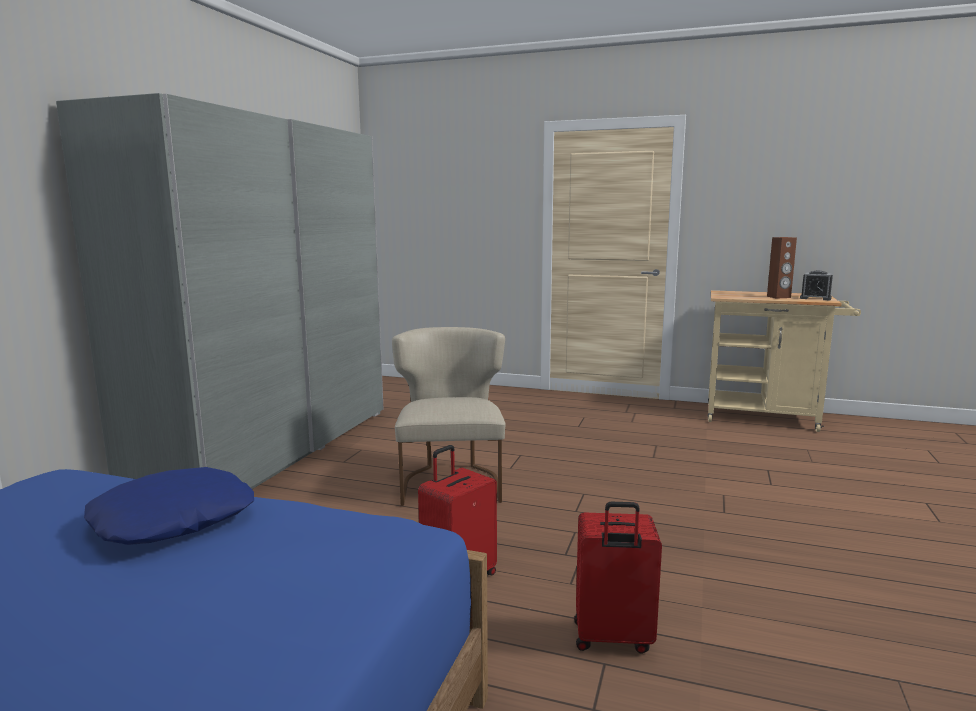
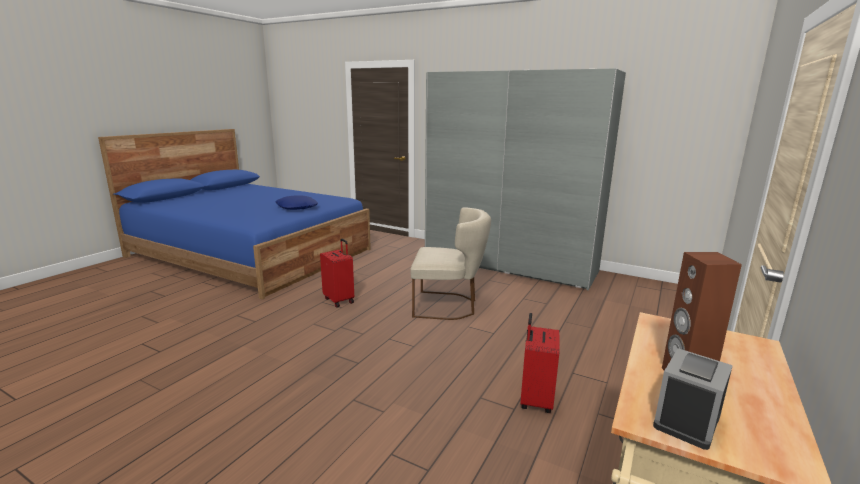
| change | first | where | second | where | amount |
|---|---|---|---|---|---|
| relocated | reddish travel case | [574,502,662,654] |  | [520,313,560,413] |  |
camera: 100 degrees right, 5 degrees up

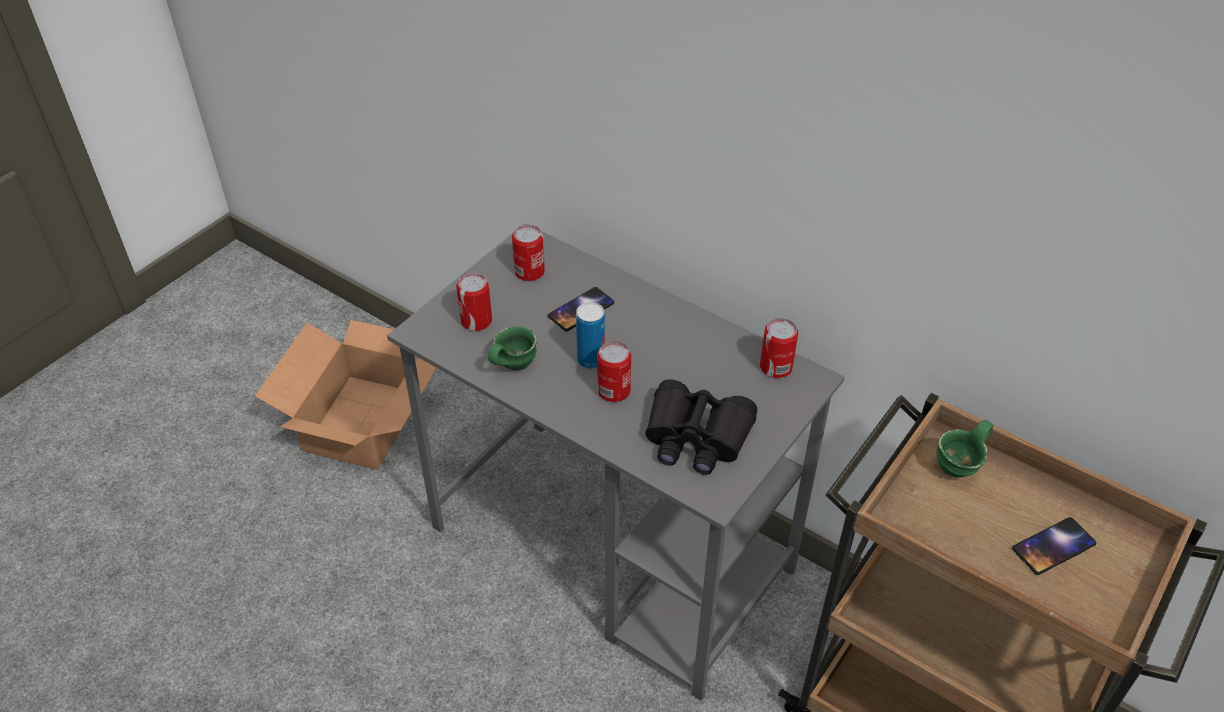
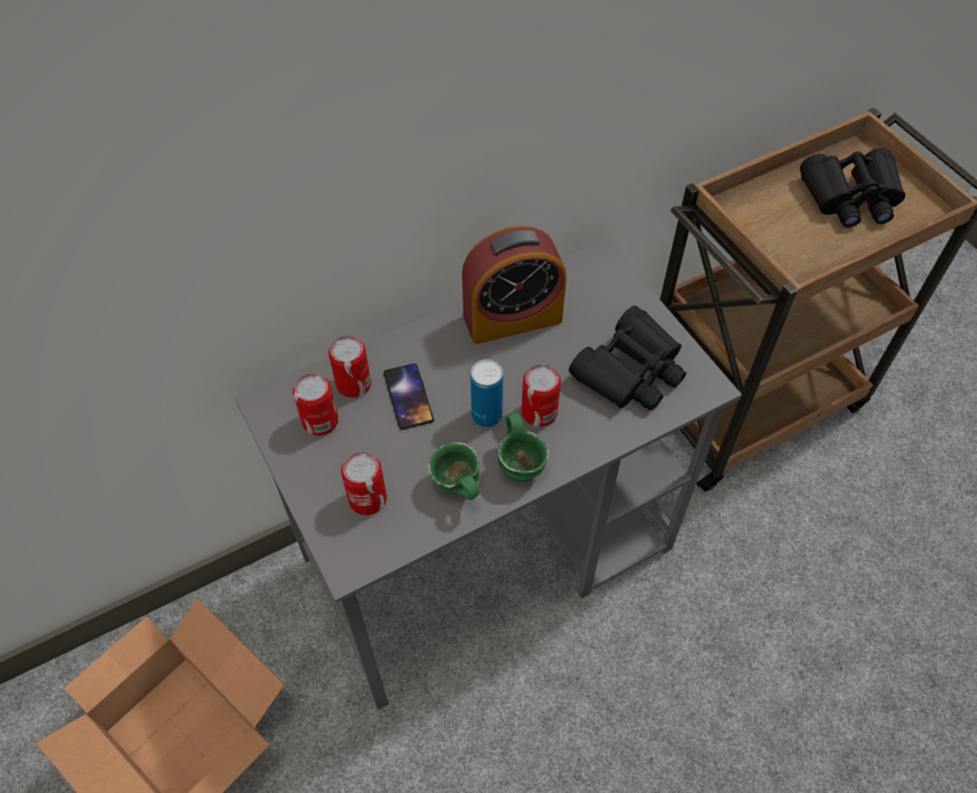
| change | first | where | second | where | amount |
|---|---|---|---|---|---|
| relocated | can | [760,318,798,378] |  | [329,336,371,398] |  |
| appeared |  |  | alarm clock | [462,226,567,344] |  |
| relocated | greenish coffee mug | [937,420,993,478] |  | [498,412,549,482] |  |
| exchanged | handset | [1012,517,1096,575] | black field glasses | [800,148,905,228] |  |
camera: 65 degrees left, 10 degrees up

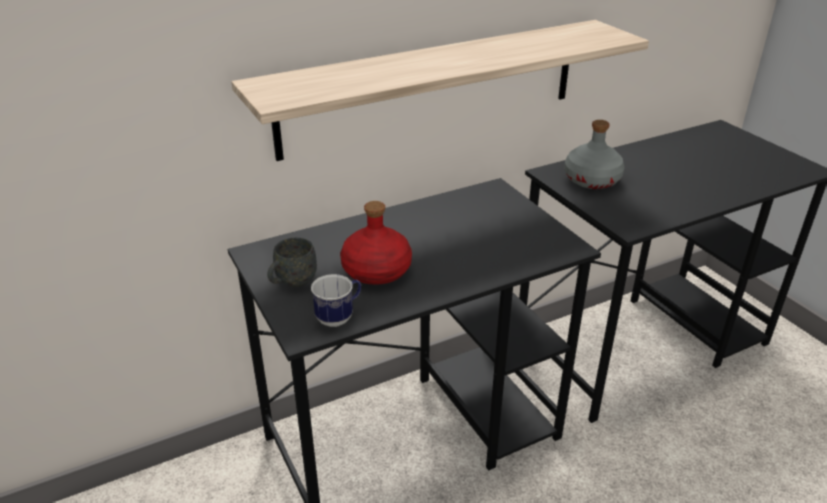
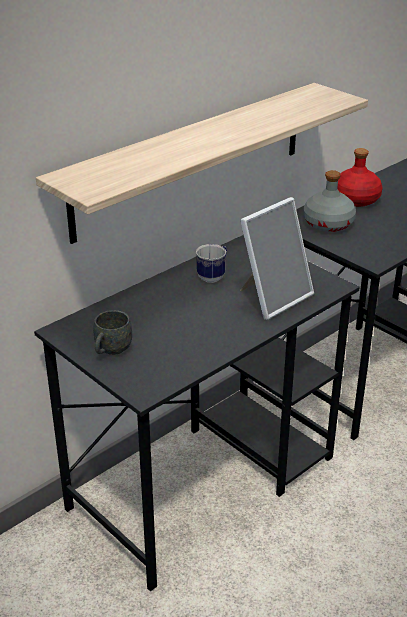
| change | first | where | second | where | amount |
|---|---|---|---|---|---|
| relocated | coffee mug | [311,274,361,327] |  | [196,244,227,283] |  |
| appeared |  |  | picture frame | [240,197,314,320] |  |
| relocated | reddish bottle | [341,201,412,285] |  | [337,148,383,207] |  |
camera: 15 degrees left, 0 degrees up

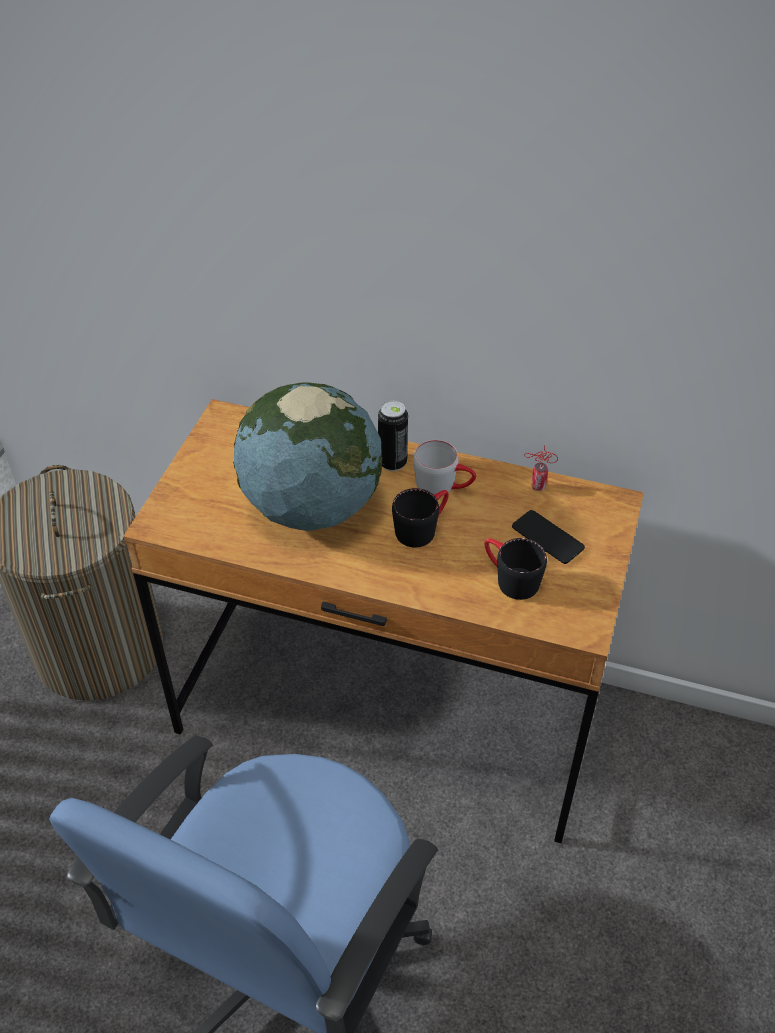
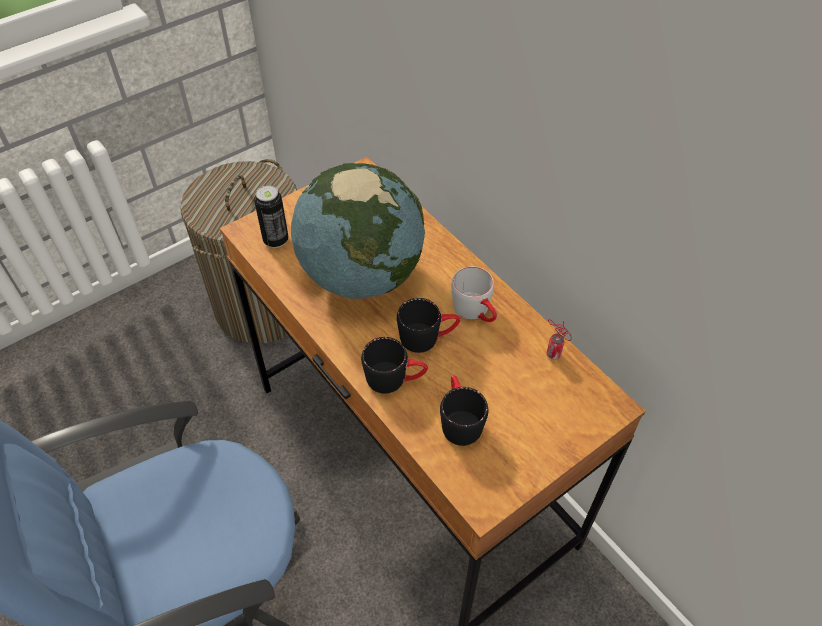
| change | first | where | second | where | amount |
|---|---|---|---|---|---|
| relocated | can | [378,401,408,471] |  | [254,185,288,248] |  |
| appeared |  |  | black coffee mug | [361,337,428,393] |  |
| missing | handset | [512,510,585,564] |  |  |  |
camera: 35 degrees right, 5 degrees up

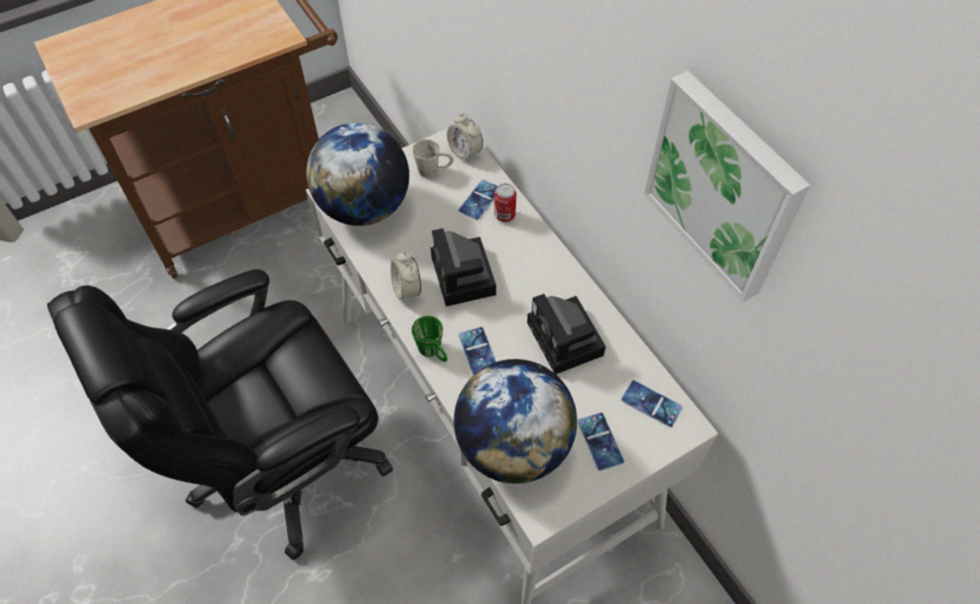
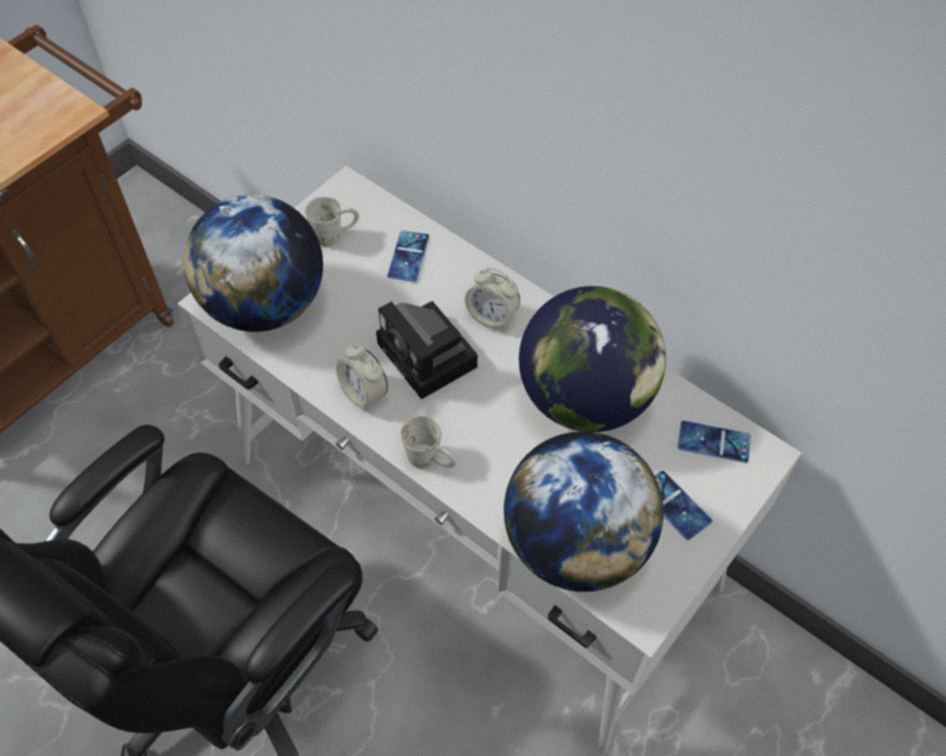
| change | first | where | second | where | amount |
|---|---|---|---|---|---|
| colour | greenish coffee mug | [412,316,447,362] | white-coloured coffee mug | [400,415,456,469] |  |
| relocated | alarm clock | [447,113,483,161] |  | [465,268,520,330] |  |
| exchanged | still camera | [527,294,606,374] | world globe | [519,286,666,432] |  |
| missing | handset | [459,327,496,375] |  |  |  |
| missing | can | [494,183,516,222] |  |  |  |
| missing | wall picture | [644,71,810,302] |  |  |  |
camera: 20 degrees left, 0 degrees up

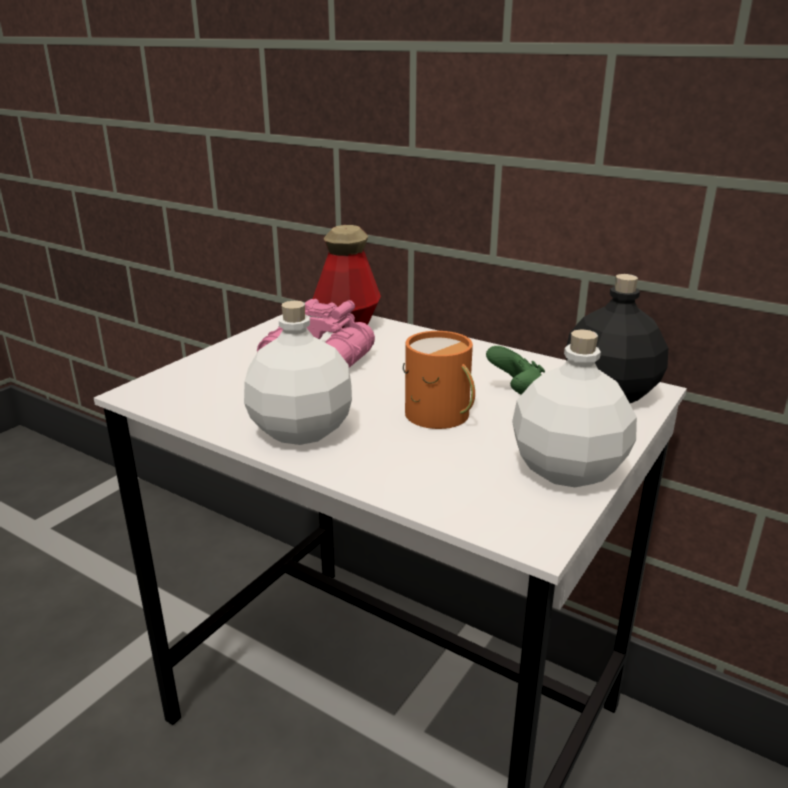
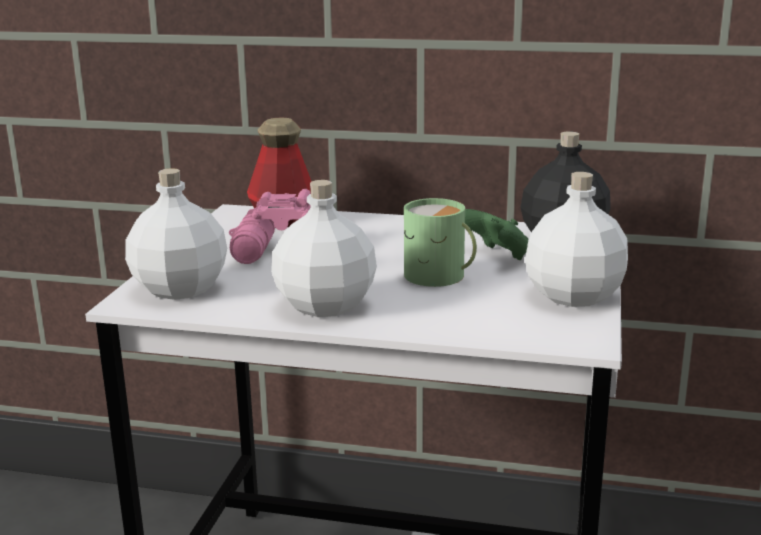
| change | first | where | second | where | amount |
|---|---|---|---|---|---|
| appeared |  |  | white-coloured bottle | [125,168,227,300] |  |
| colour | orange coffee mug | [403,331,475,429] | greenish coffee mug | [404,198,477,287] |  |
camera: 20 degrees left, 5 degrees down

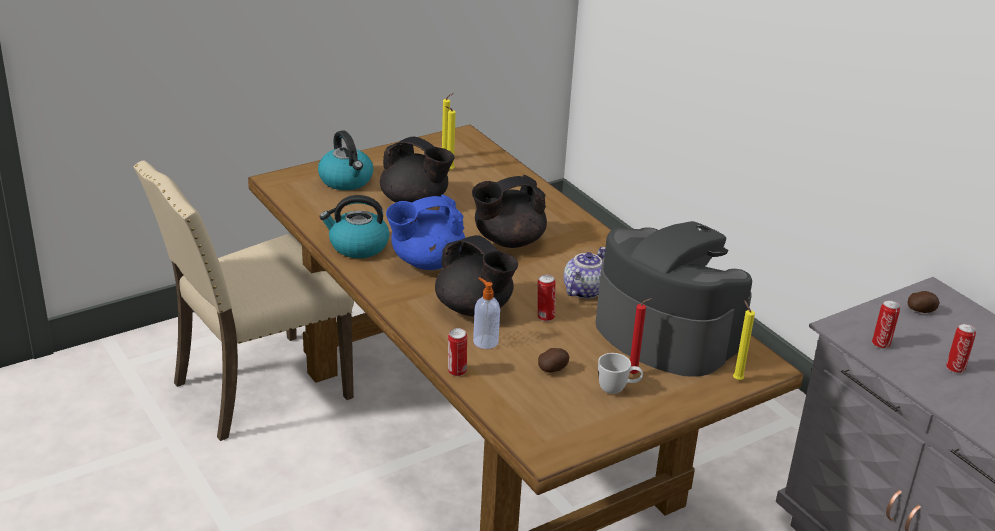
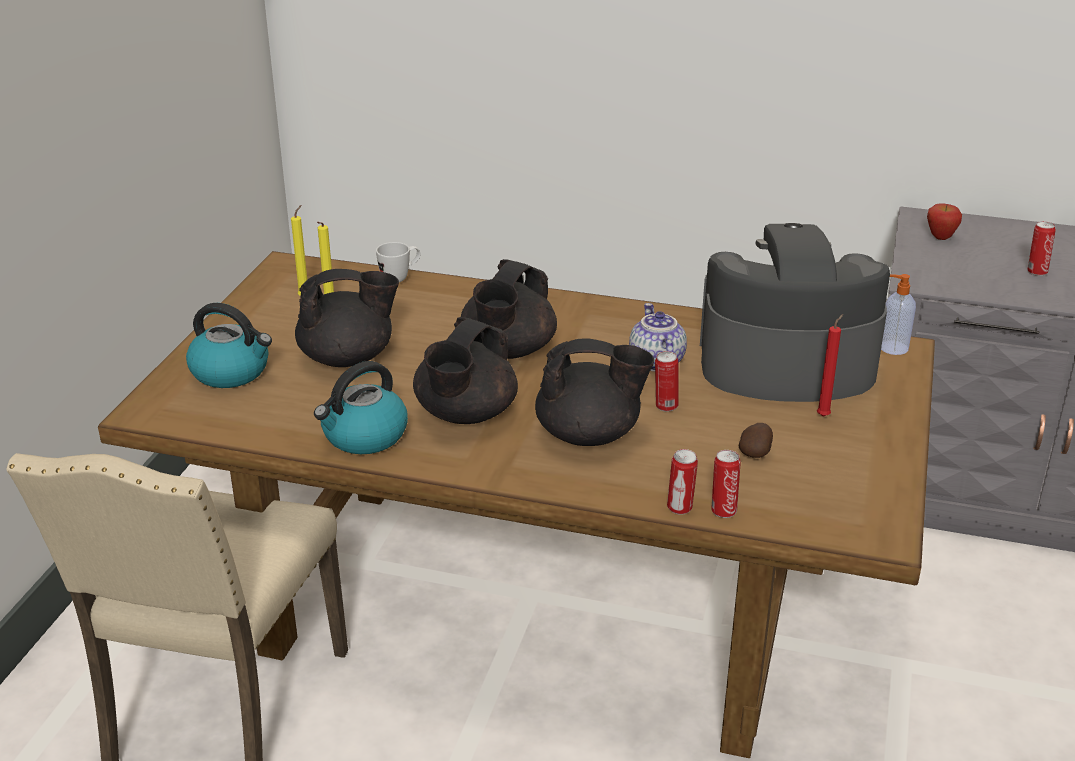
| change | first | where | second | where | amount |
|---|---|---|---|---|---|
| relocated | white-coloured coffee mug | [598,353,643,394] |  | [376,242,420,282] |  |
| colour | blue teapot | [386,195,465,270] | black teapot | [413,317,518,424] |  |
| relocated | can | [872,300,900,349] |  | [711,450,741,518] |  |
| relocated | soap dispenser | [473,277,500,349] |  | [881,274,916,355] |  |
| exchanged | spud | [907,291,940,313] | apple | [927,203,962,240] |  |
| missing | yellowish candle | [733,300,755,380] |  |  |  |
camera: 40 degrees left, 0 degrees up

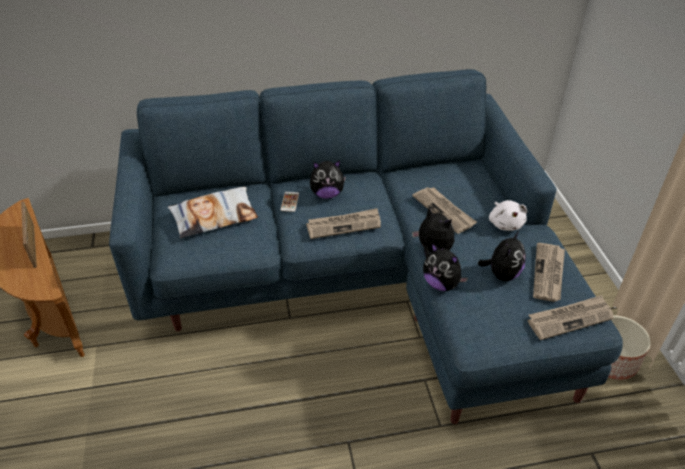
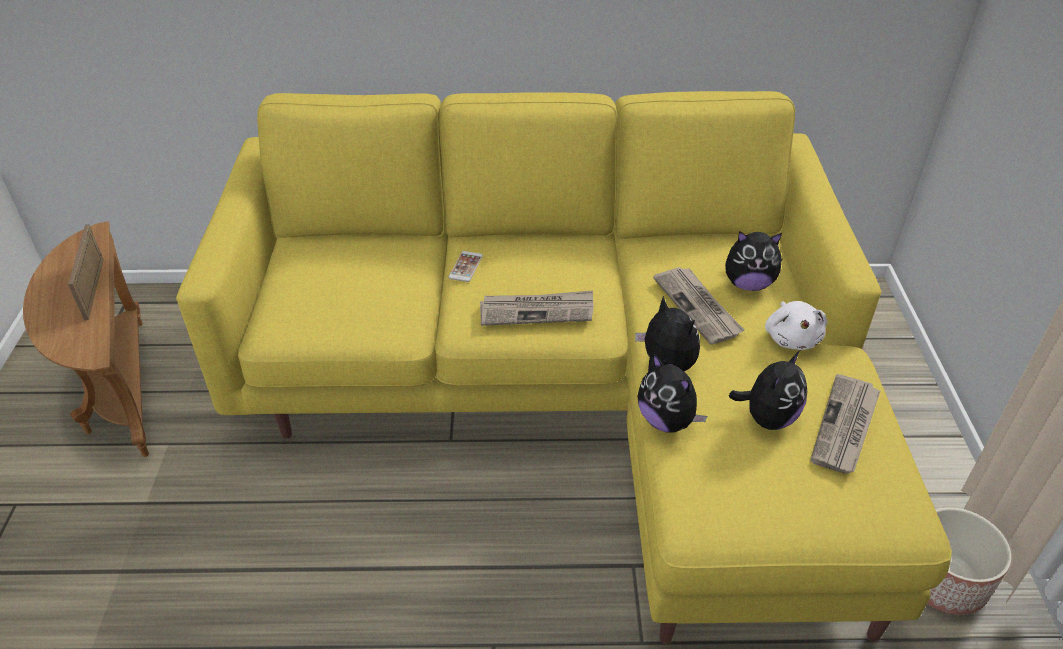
| change | first | where | second | where | amount |
|---|---|---|---|---|---|
| colour | blue sofa | [109,69,623,424] | yellowish sofa | [176,91,952,644] |  |
| relocated | soft toy | [310,160,346,199] |  | [725,231,782,291] |  |
| missing | pillow | [168,187,258,238] |  |  |  |
| missing | newspaper | [528,295,614,340] |  |  |  |
camera: 10 degrees right, 0 degrees up

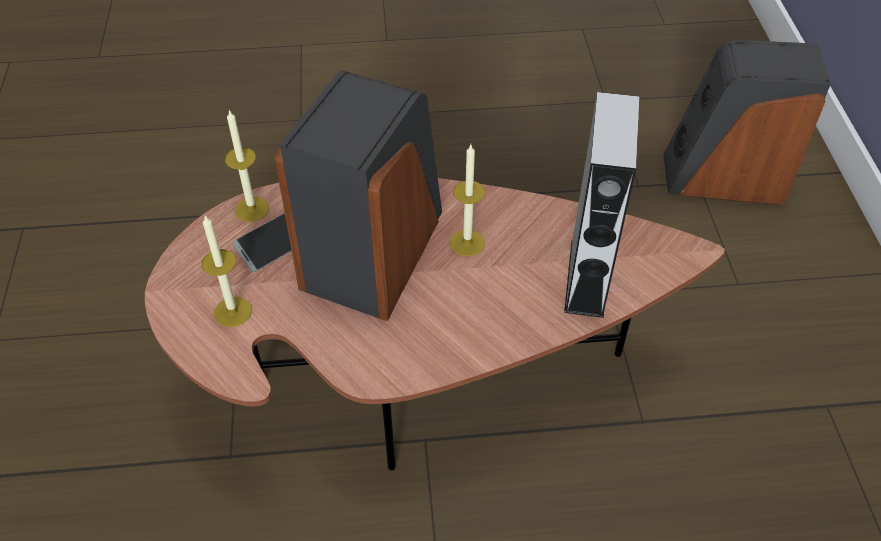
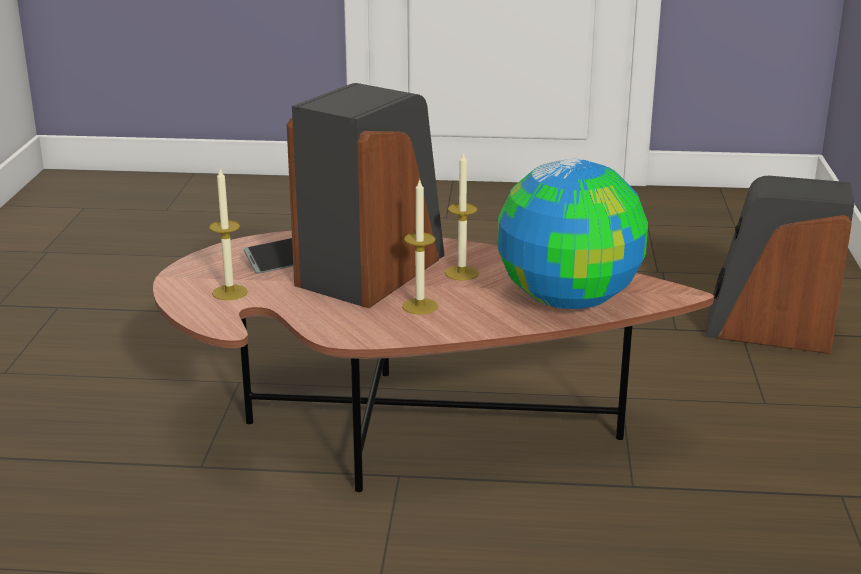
| change | first | where | second | where | amount |
|---|---|---|---|---|---|
| relocated | candle | [225,110,269,222] |  | [402,178,438,315] |  |
| exchanged | greyish audio speaker | [564,92,639,318] | world globe | [497,159,648,309] |  |
camera: 10 degrees right, 25 degrees down

